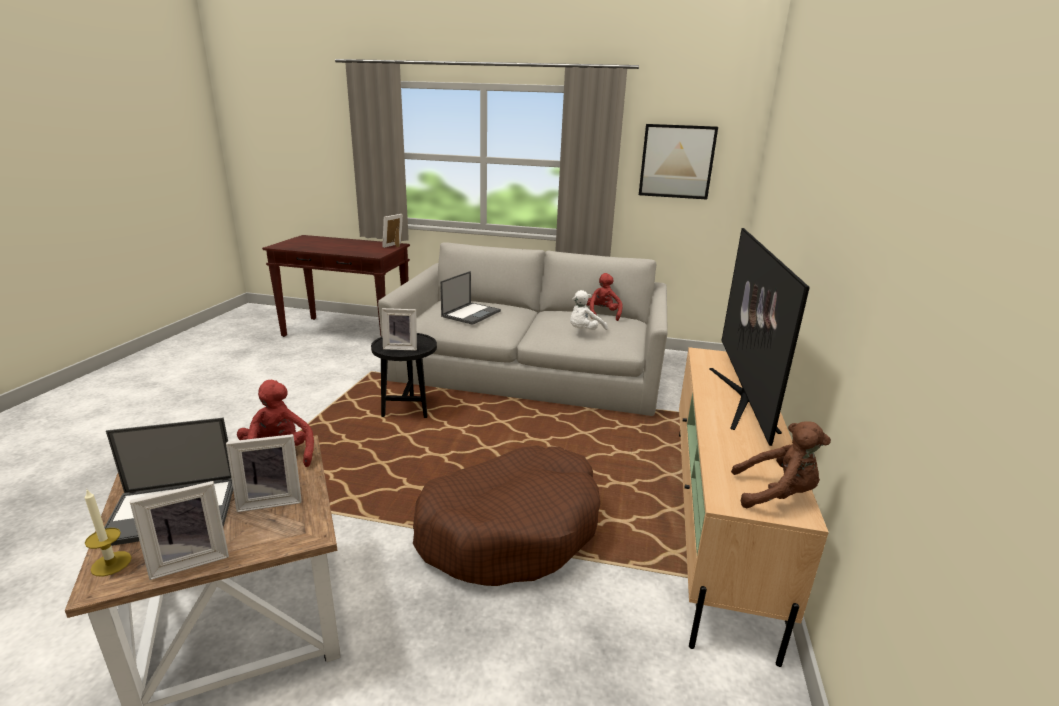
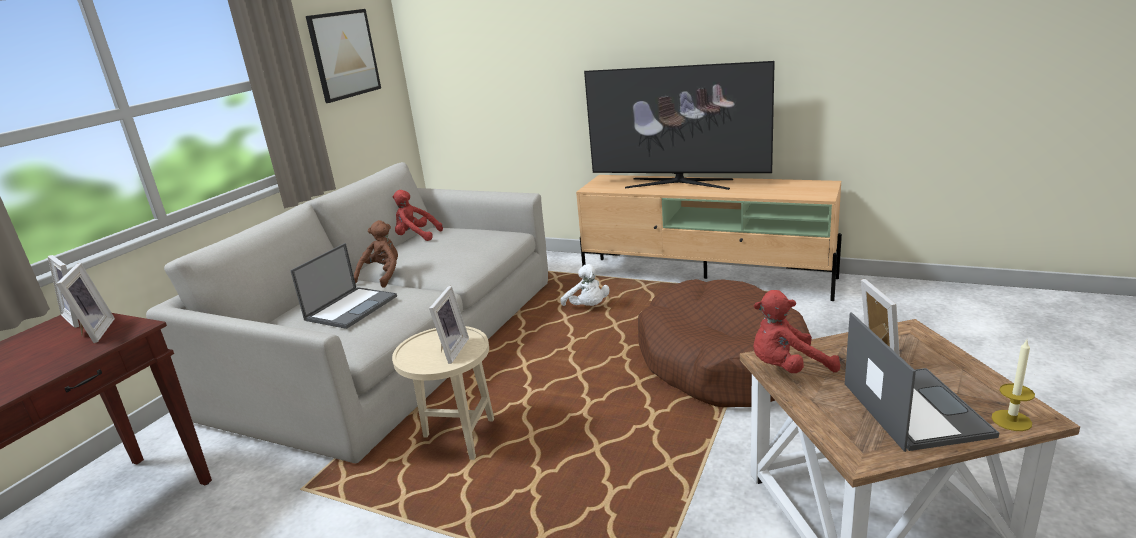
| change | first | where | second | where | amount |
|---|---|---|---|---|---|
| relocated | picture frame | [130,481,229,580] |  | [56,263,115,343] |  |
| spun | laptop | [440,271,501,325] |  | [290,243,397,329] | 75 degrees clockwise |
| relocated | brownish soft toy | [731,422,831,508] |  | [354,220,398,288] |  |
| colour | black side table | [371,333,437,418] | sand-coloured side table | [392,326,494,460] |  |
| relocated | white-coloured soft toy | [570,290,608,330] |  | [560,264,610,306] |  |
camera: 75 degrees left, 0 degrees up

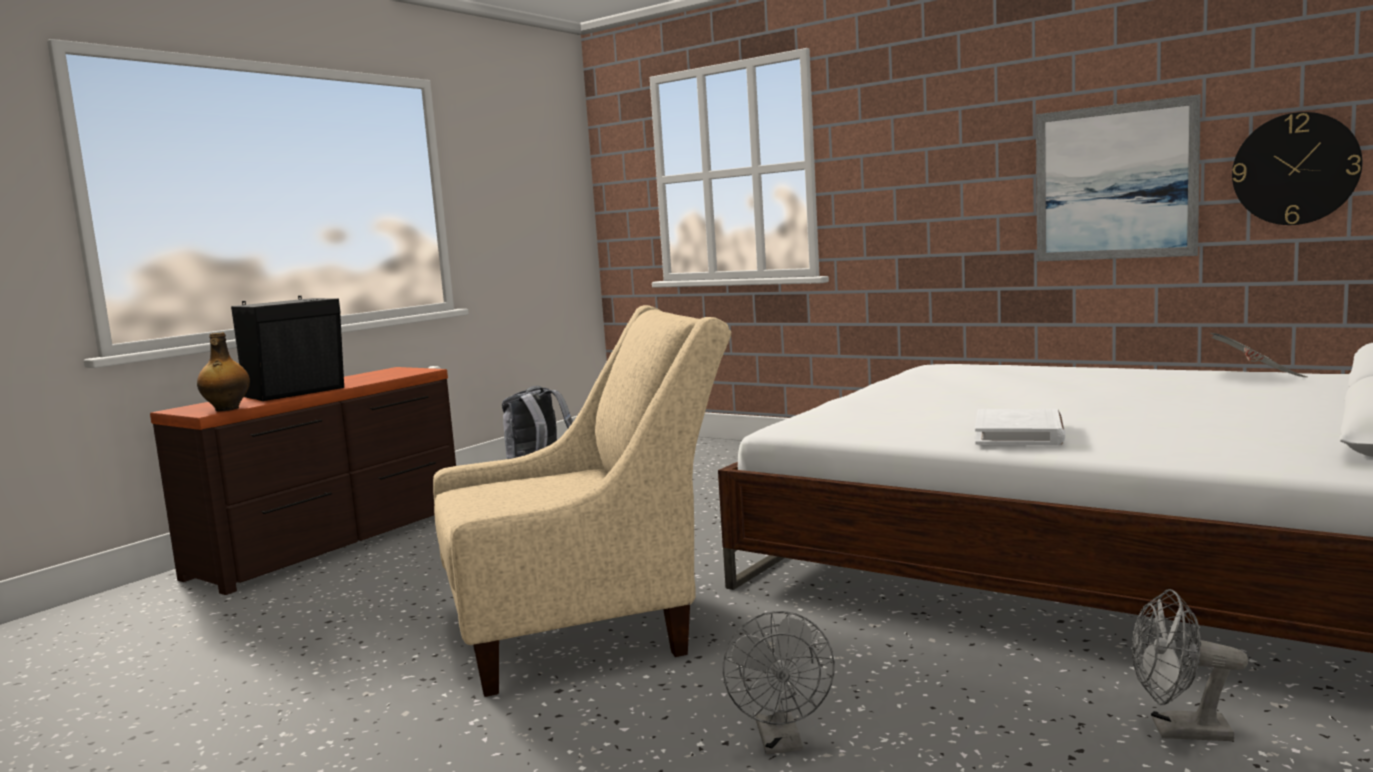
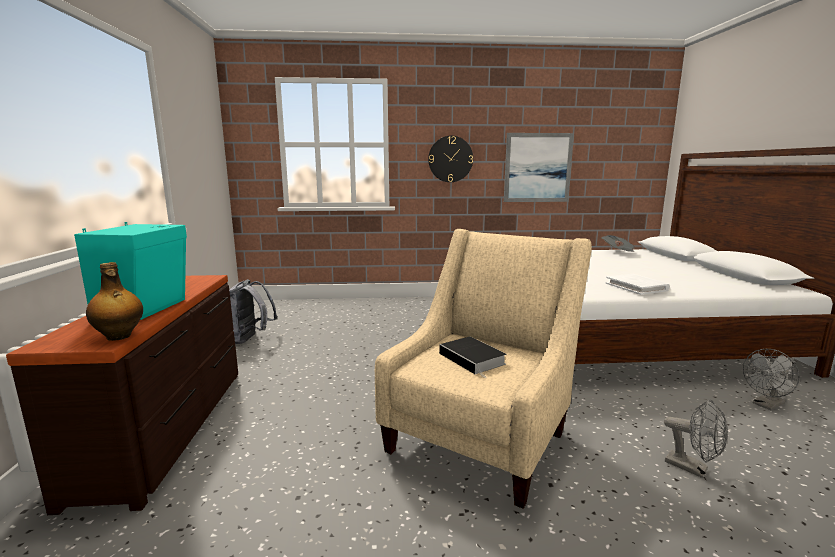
| change | first | where | second | where | amount |
|---|---|---|---|---|---|
| colour | black audio speaker | [231,296,344,401] | turquoise audio speaker | [74,222,187,320] |  |
| relocated | wall clock | [1232,112,1362,225] |  | [428,136,473,182] |  |
| appeared |  |  | bound book | [439,336,506,378] |  |
camera: 40 degrees left, 5 degrees up

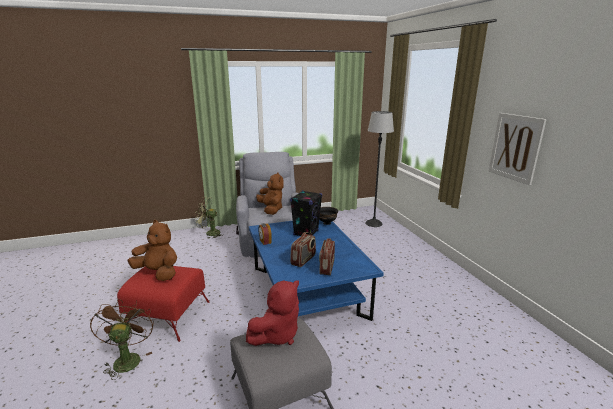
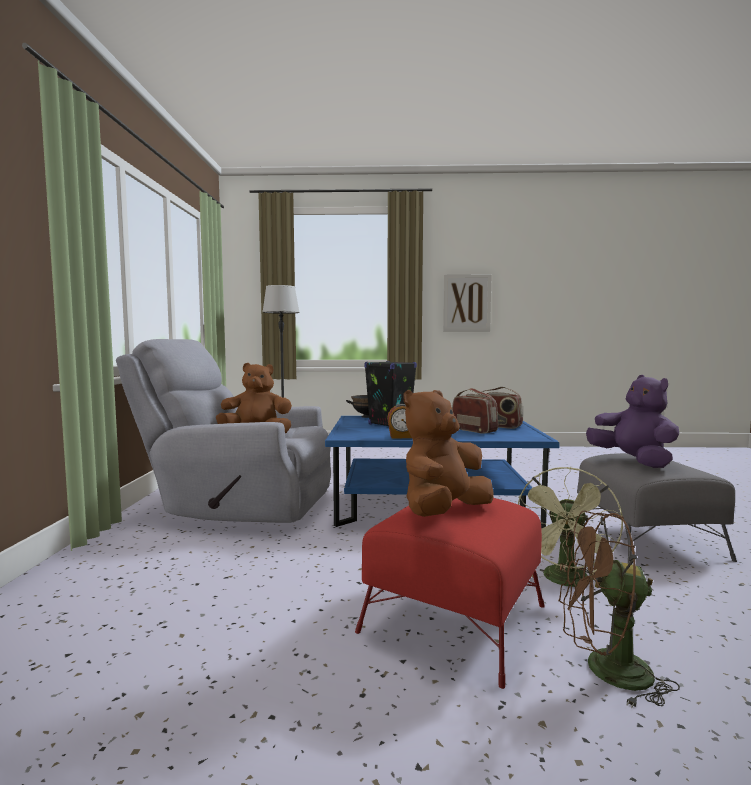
| change | first | where | second | where | amount |
|---|---|---|---|---|---|
| relocated | greenish cooling fan | [195,197,223,238] |  | [518,467,623,587] |  |
| colour | reddish soft toy | [246,280,299,346] | purple soft toy | [586,375,679,468] |  |
camera: 70 degrees left, 15 degrees down

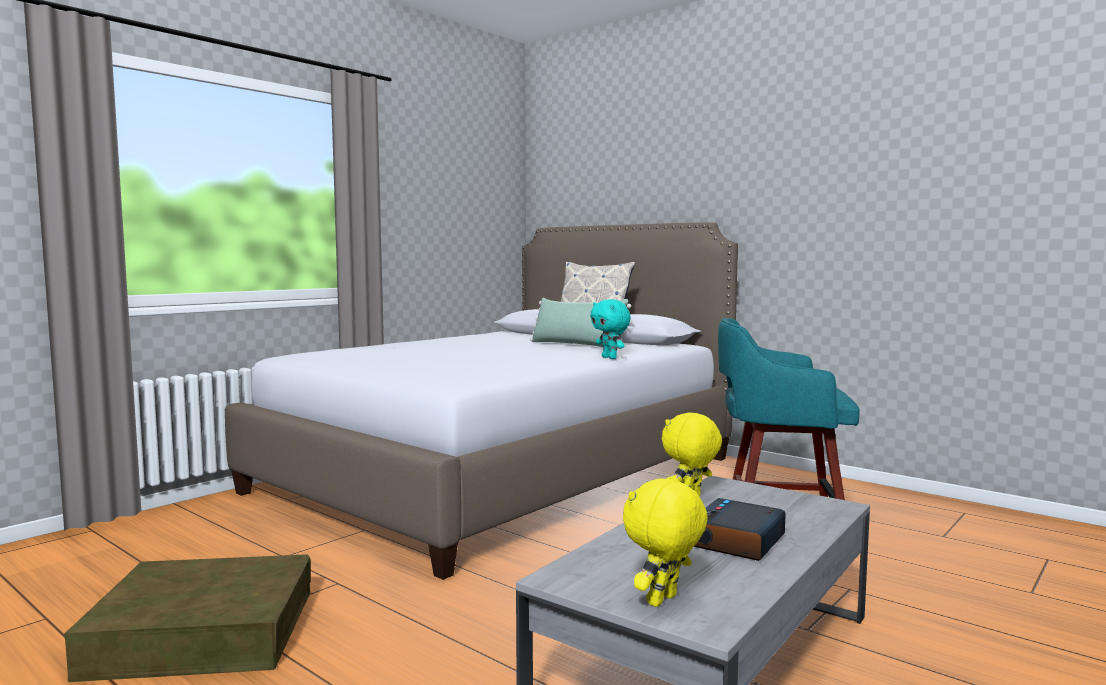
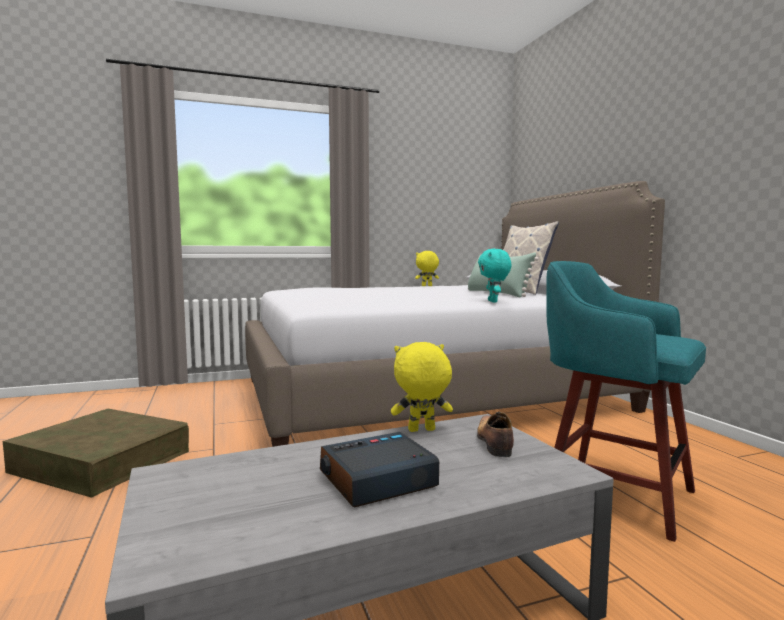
| change | first | where | second | where | amount |
|---|---|---|---|---|---|
| relocated | yellowish soft toy | [623,477,708,607] |  | [415,251,439,286] |  |
| appeared |  |  | item of footwear | [477,412,514,457] |  |
camera: 30 degrees right, 0 degrees up

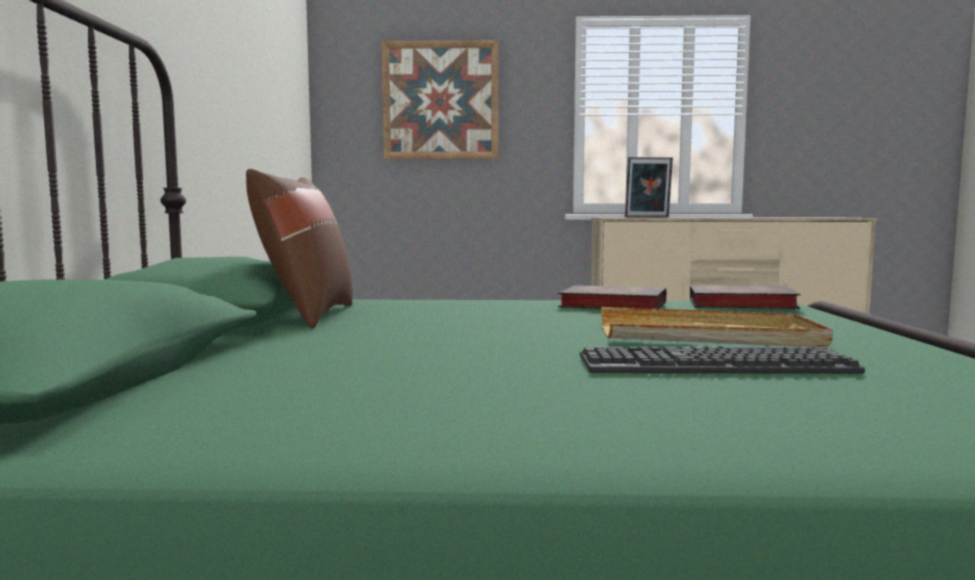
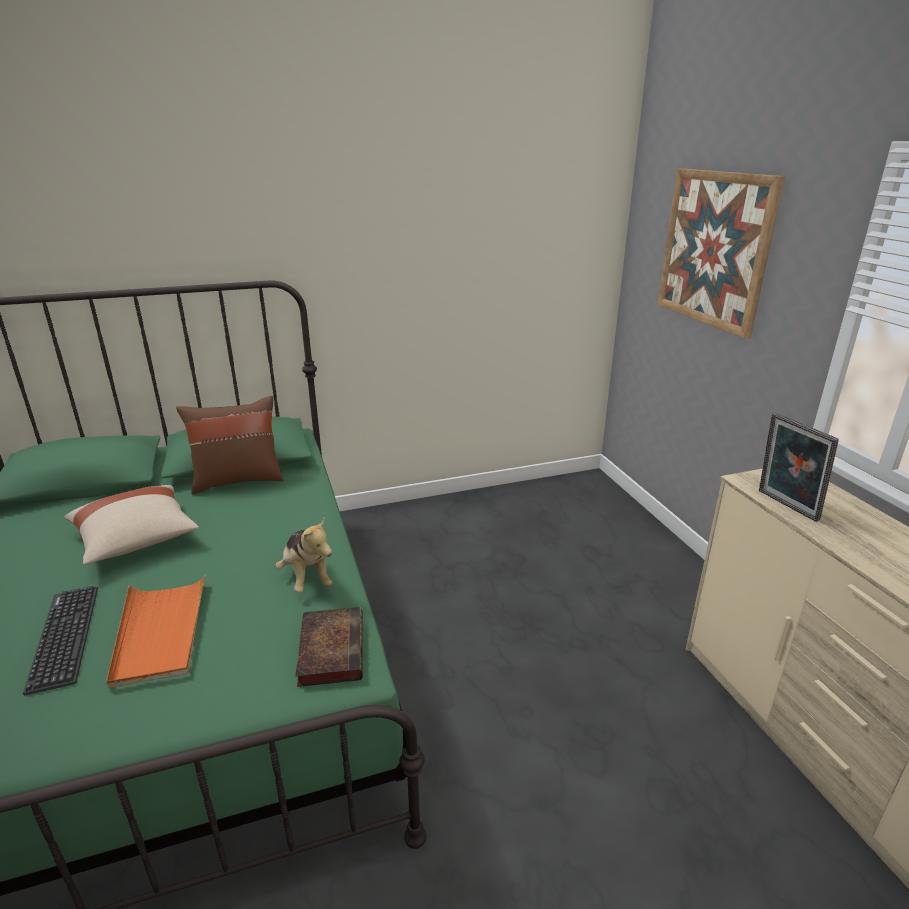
| change | first | where | second | where | amount |
|---|---|---|---|---|---|
| appeared |  |  | sand-coloured pillow | [64,485,199,565] |  |
| colour | sand-coloured carrying tray | [601,307,833,347] | orange carrying tray | [106,574,206,688] |  |
| exchanged | bound book | [558,285,666,309] | soft toy | [275,517,332,593] |  |
camera: 70 degrees right, 20 degrees up

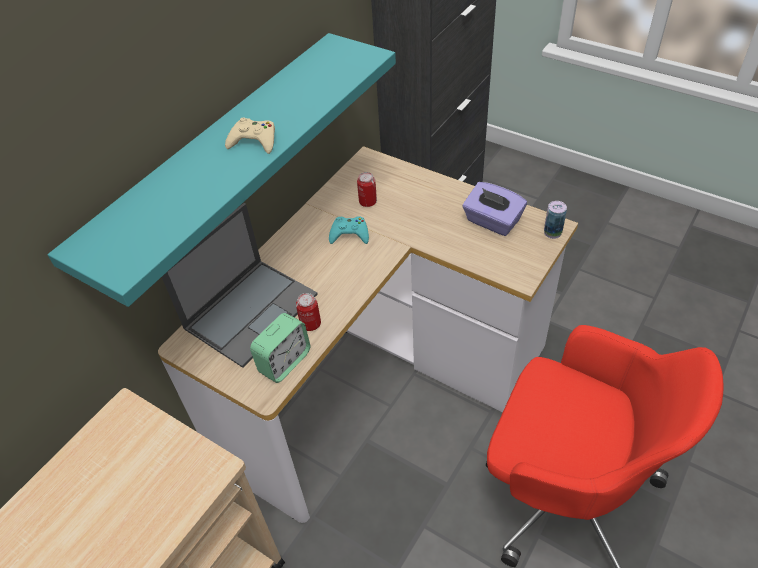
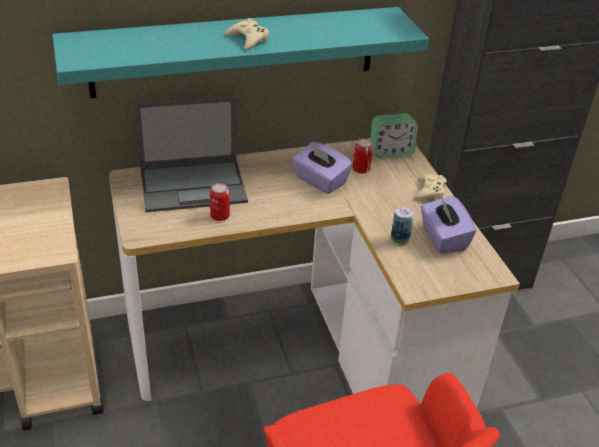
| change | first | where | second | where | amount |
|---|---|---|---|---|---|
| exchanged | turquoise gamepad | [329,216,369,244] | purple tissue holder | [292,142,353,194] |  |
| relocated | alarm clock | [250,313,310,383] |  | [370,113,418,158] |  |
| relocated | can | [544,201,567,239] |  | [391,206,414,246] |  |
| appeared |  |  | sand-coloured gamepad | [414,175,446,199] |  |
camera: 35 degrees right, 10 degrees down

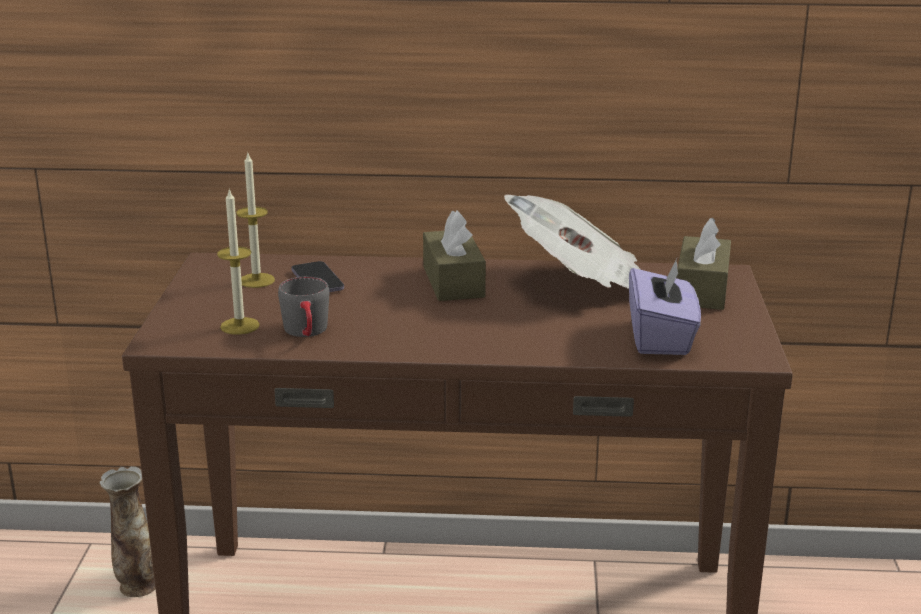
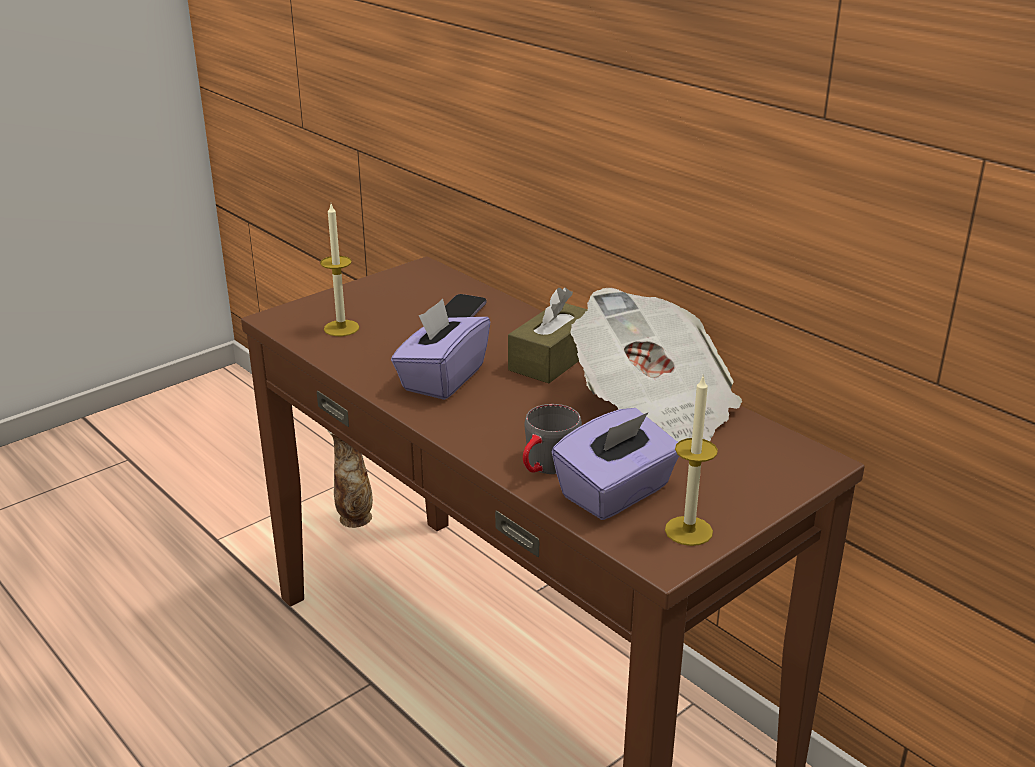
| change | first | where | second | where | amount |
|---|---|---|---|---|---|
| appeared |  |  | purple tissue holder | [391,299,490,400] |  |
| relocated | greyish coffee mug | [278,277,329,337] |  | [523,404,582,474] |  |
| relocated | candle | [236,151,275,288] |  | [665,377,718,546] |  |
| missing | brownish tissue holder | [677,218,731,310] |  |  |  |
camera: 45 degrees right, 5 degrees up

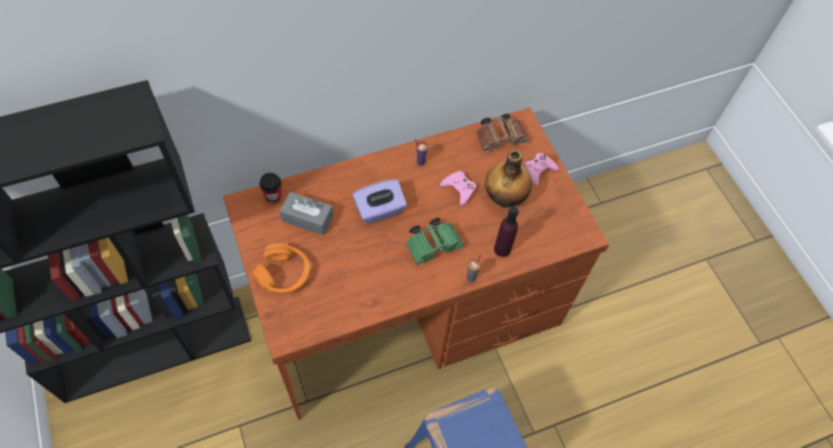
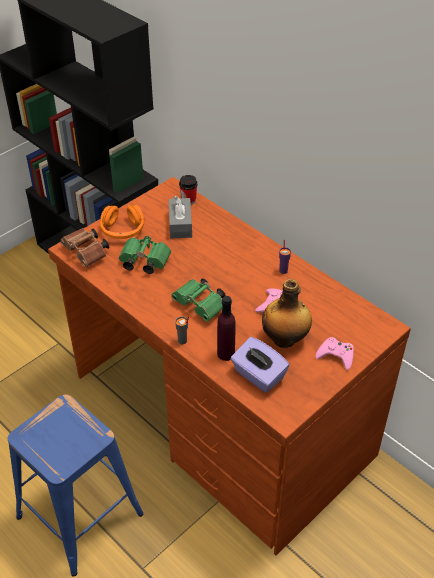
| change | first | where | second | where | amount |
|---|---|---|---|---|---|
| relocated | brownish field glasses | [476,114,528,152] |  | [60,228,109,267] |  |
| appeared |  |  | greenish field glasses | [119,236,171,274] |  |
| relocated | purple tissue holder | [352,179,407,224] |  | [231,337,289,393] |  |
camera: 70 degrees right, 15 degrees down

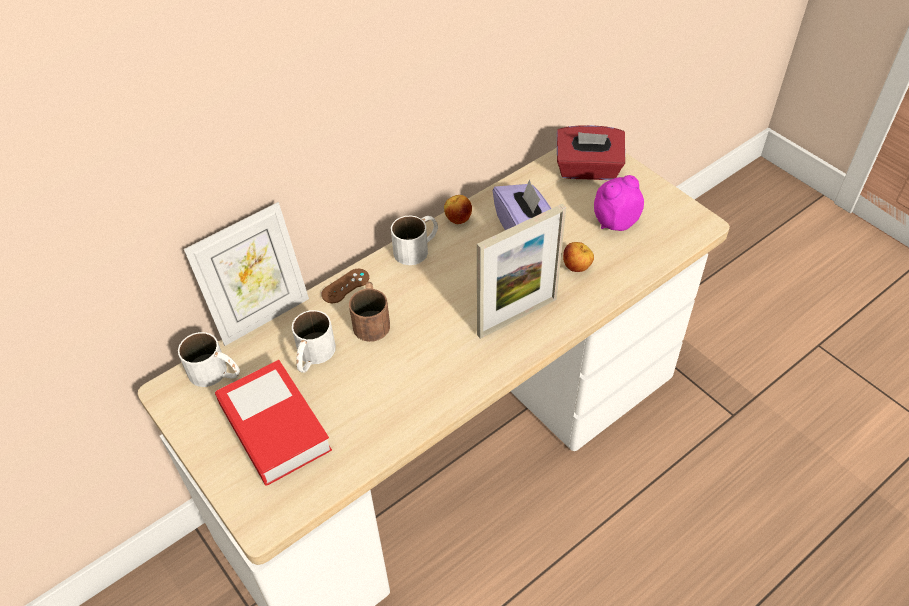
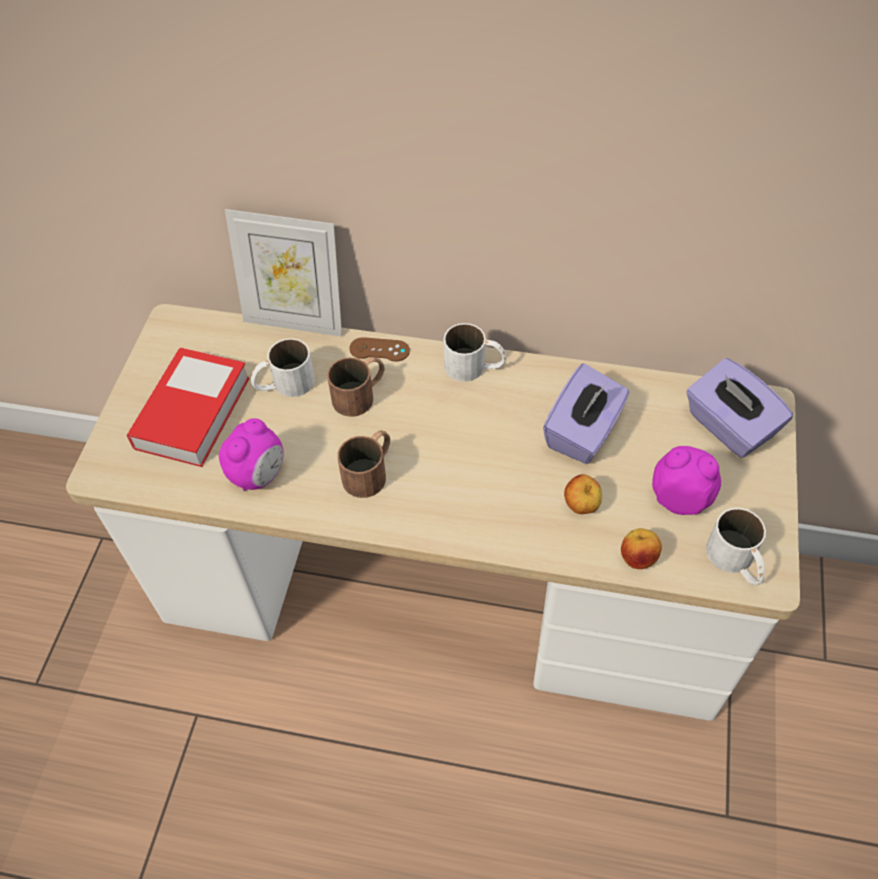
| change | first | where | second | where | amount |
|---|---|---|---|---|---|
| appeared |  |  | alarm clock | [219,418,284,491] |  |
| appeared |  |  | brownish coffee mug | [337,430,390,498] |  |
| relocated | apple | [444,195,472,224] |  | [621,528,662,569] |  |
| colour | reddish tissue holder | [557,125,625,180] | purple tissue holder | [686,358,793,458] |  |
| relocated | white-coloured coffee mug | [178,332,240,387] |  | [706,508,766,585] |  |
| missing | picture frame | [477,204,566,339] |  |  |  |
camera: 50 degrees right, 5 degrees up

